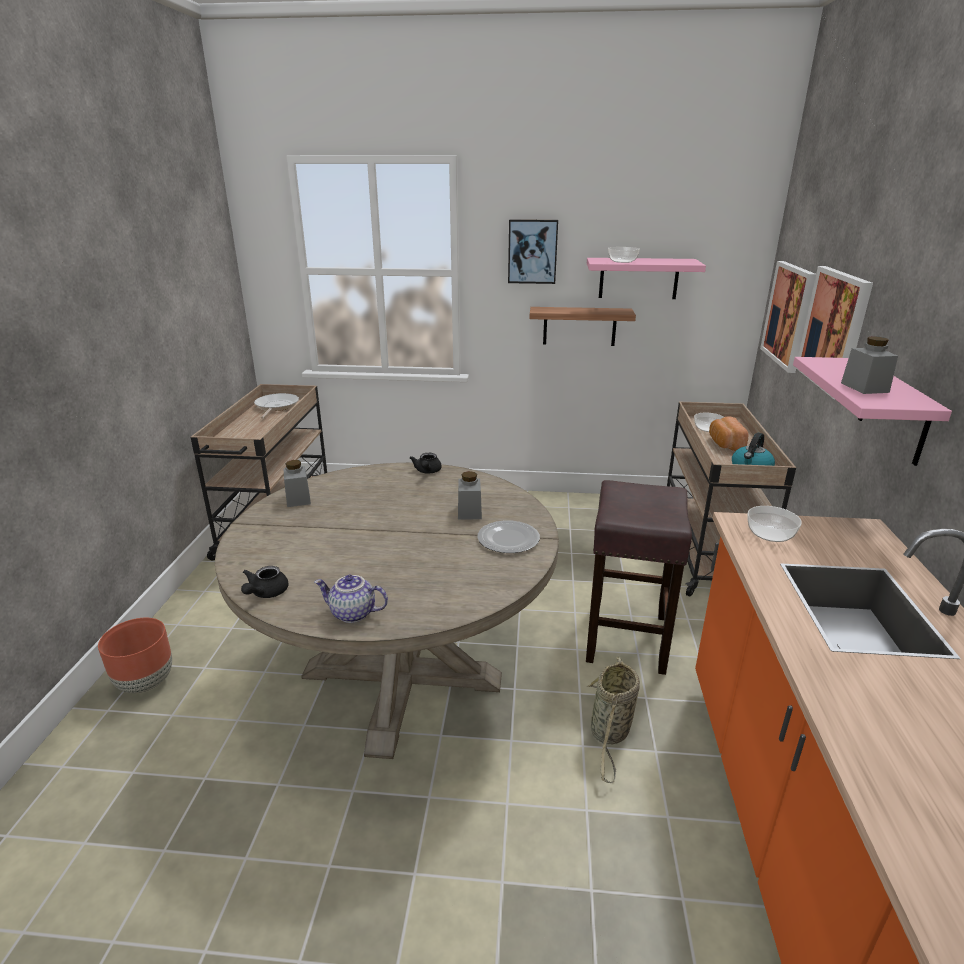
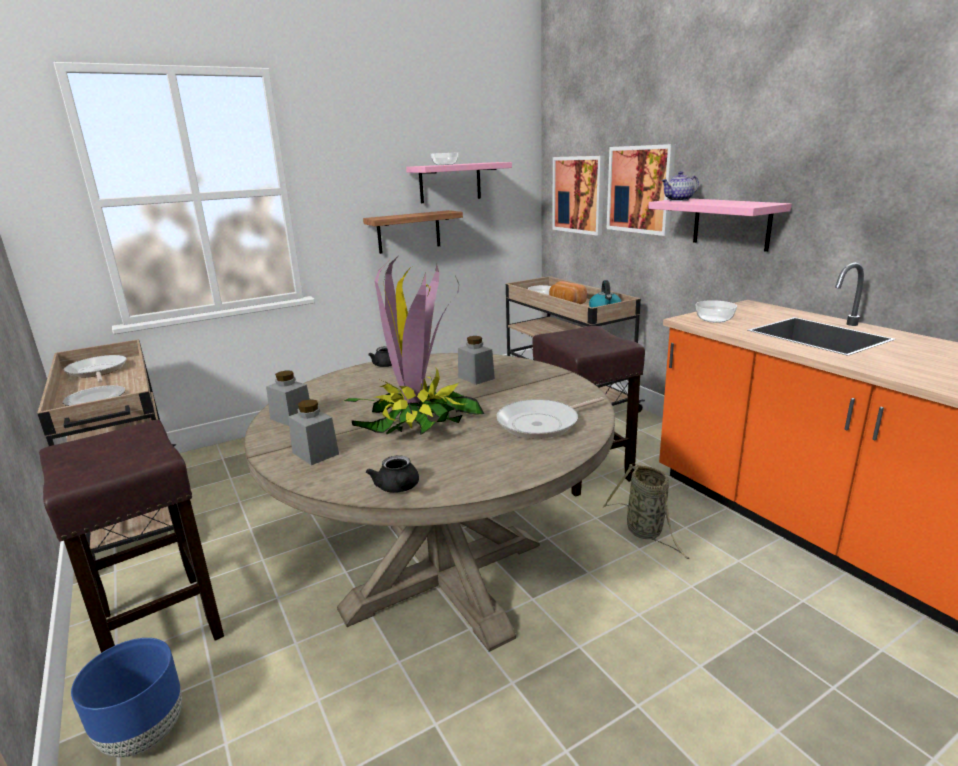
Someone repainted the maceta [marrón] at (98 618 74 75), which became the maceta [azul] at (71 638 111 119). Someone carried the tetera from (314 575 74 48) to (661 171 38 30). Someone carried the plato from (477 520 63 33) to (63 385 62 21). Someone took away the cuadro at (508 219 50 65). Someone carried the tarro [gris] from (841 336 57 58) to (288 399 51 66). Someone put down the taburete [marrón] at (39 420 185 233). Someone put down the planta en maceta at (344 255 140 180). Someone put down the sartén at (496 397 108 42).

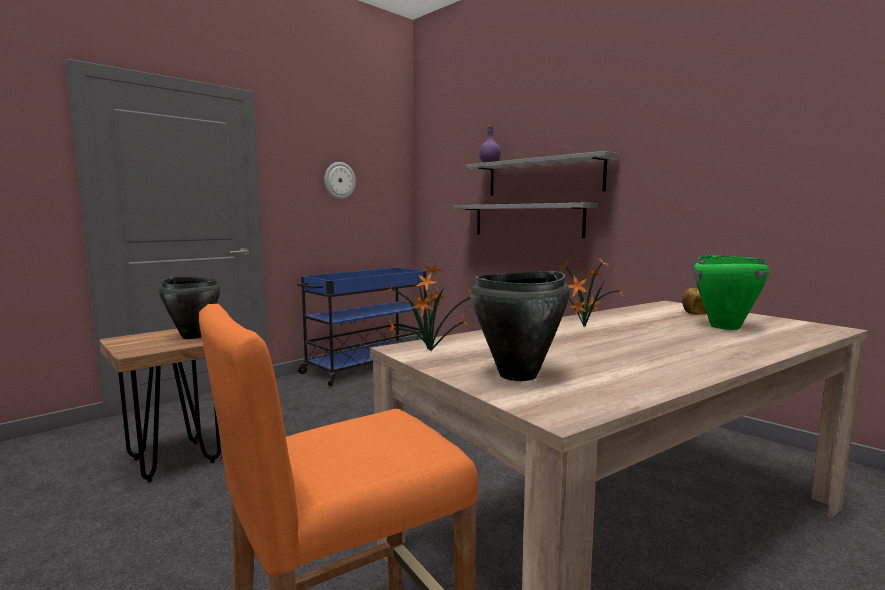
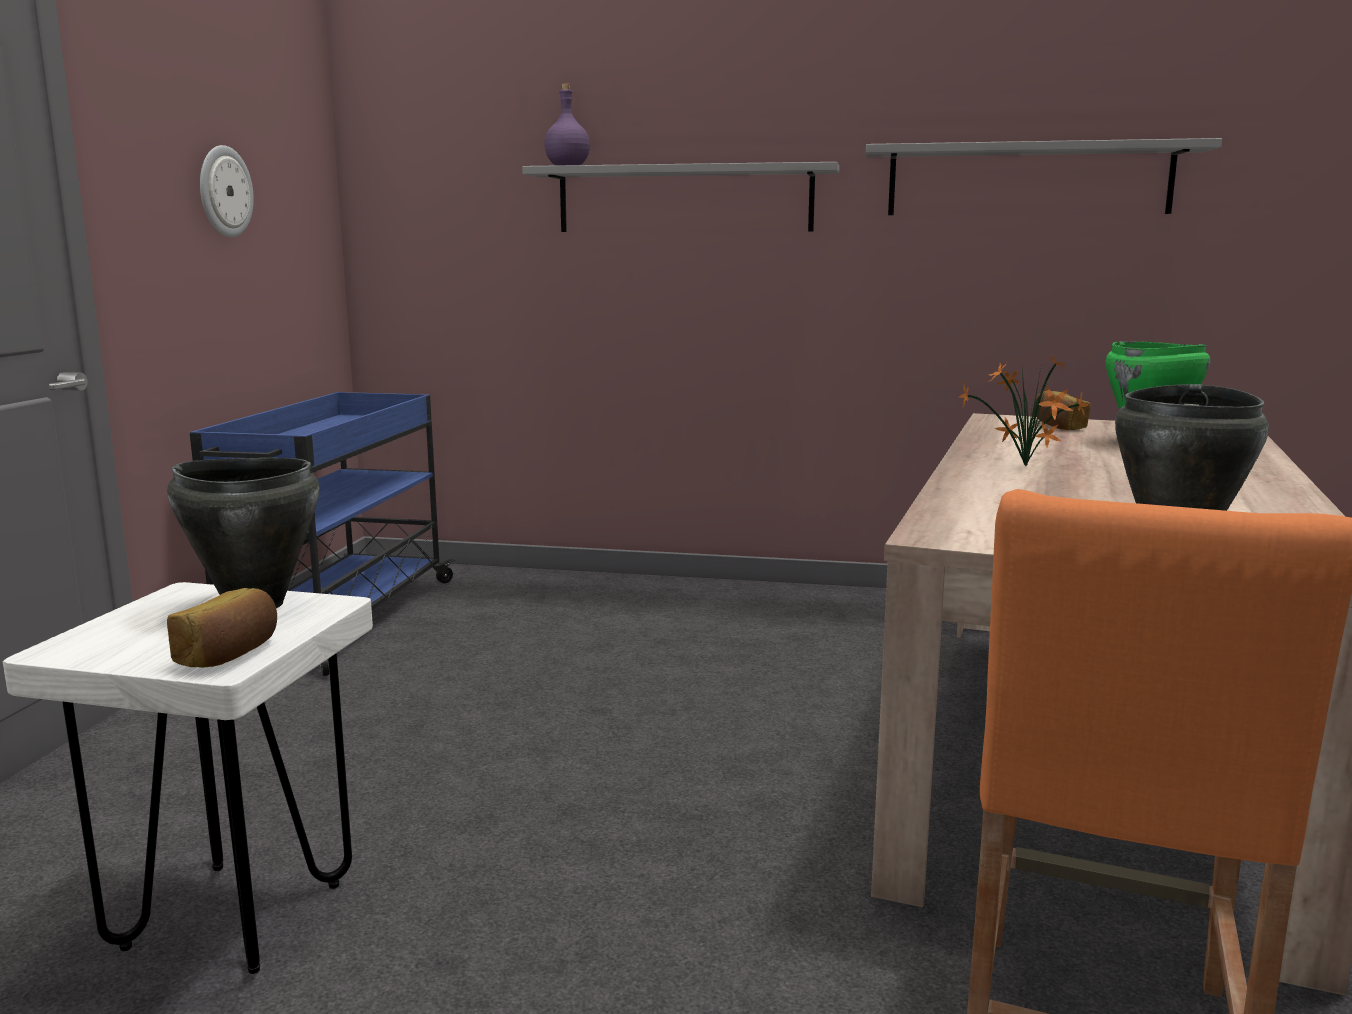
Someone repainted the taburete [marrón] at (99 329 122 153), which became the taburete [blanco] at (3 582 370 392). Someone took away the planta en maceta at (386 264 85 87). Someone carried the estante [gris] from (454 203 144 35) to (866 138 356 77). Someone put down the pan at (167 588 110 80).

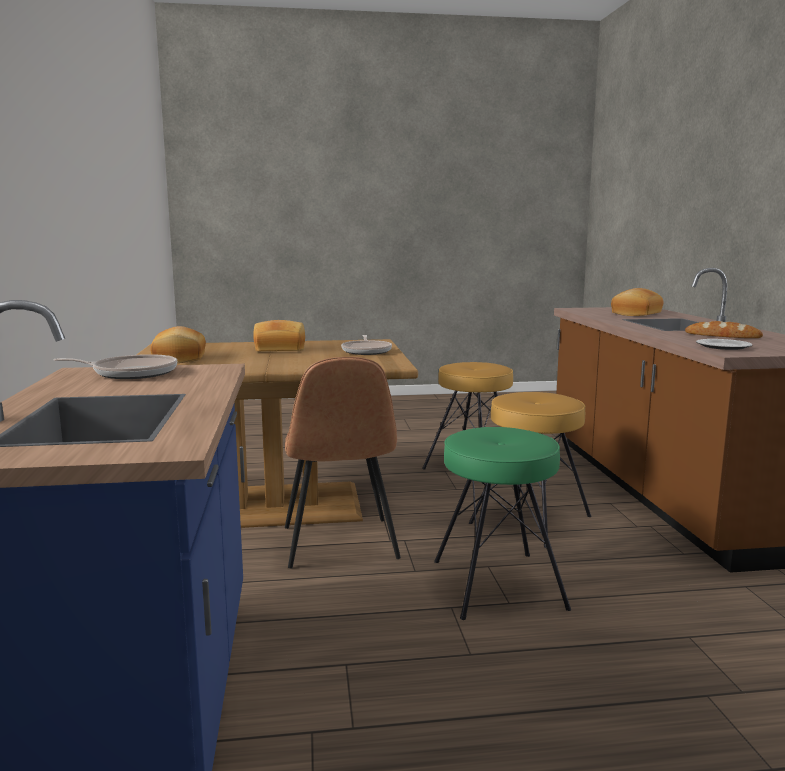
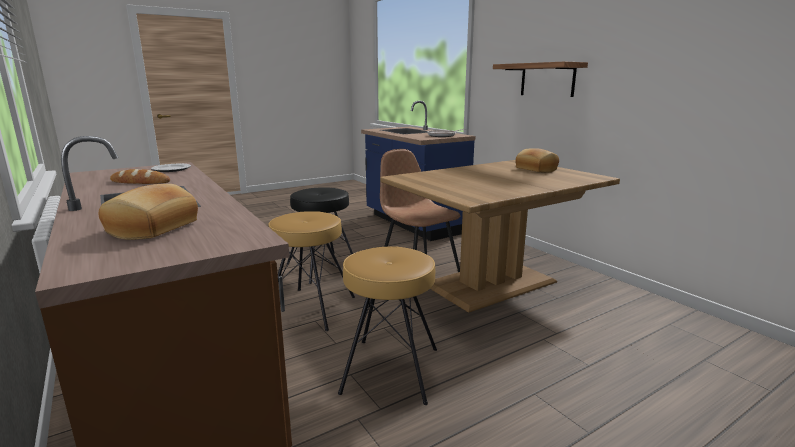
Someone took away the pan at (253 320 52 31). Someone took away the sartén at (341 335 51 20). Someone repainted the taburete [verde] at (434 427 137 193), which became the taburete [negro] at (287 187 66 97). Someone put up the estante at (493 62 95 35).

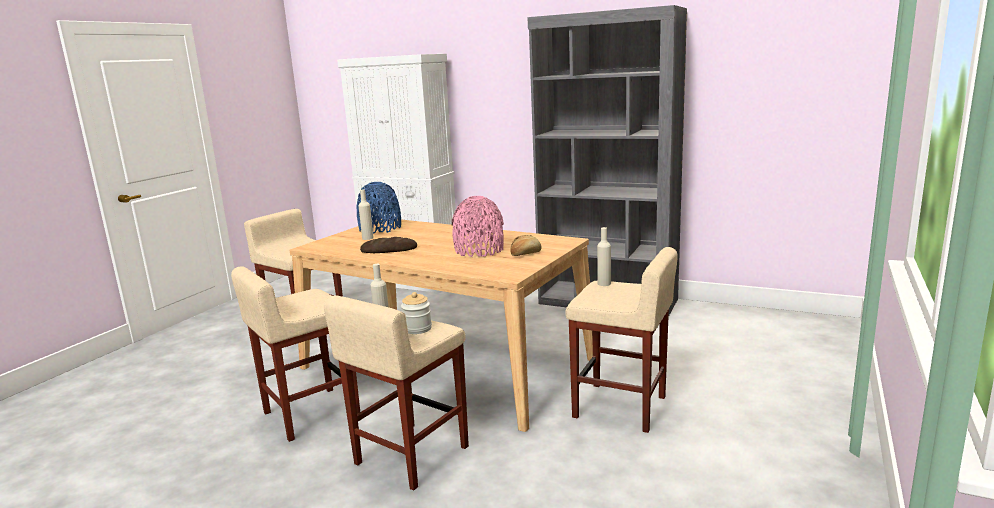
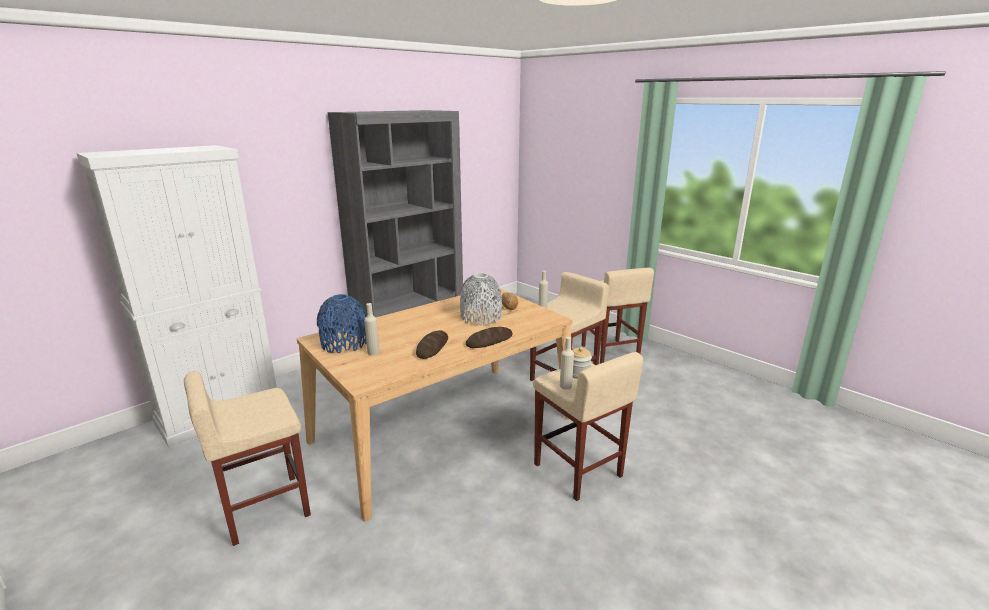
Someone carried the taburete [beis] from (231 266 129 176) to (582 268 72 96). Someone repainted the florero [rosa] at (452 196 52 61), which became the florero [gris] at (460 273 42 52). Someone put down the pan at (466 327 47 21).

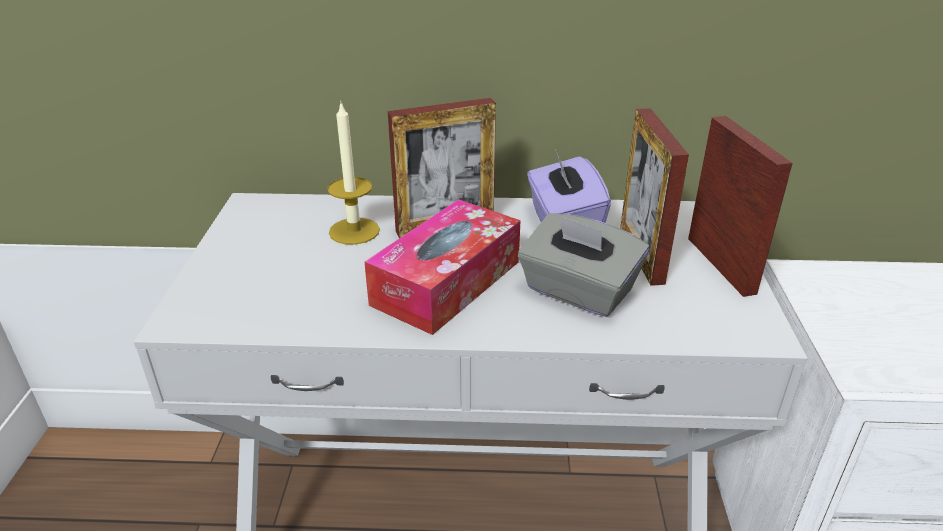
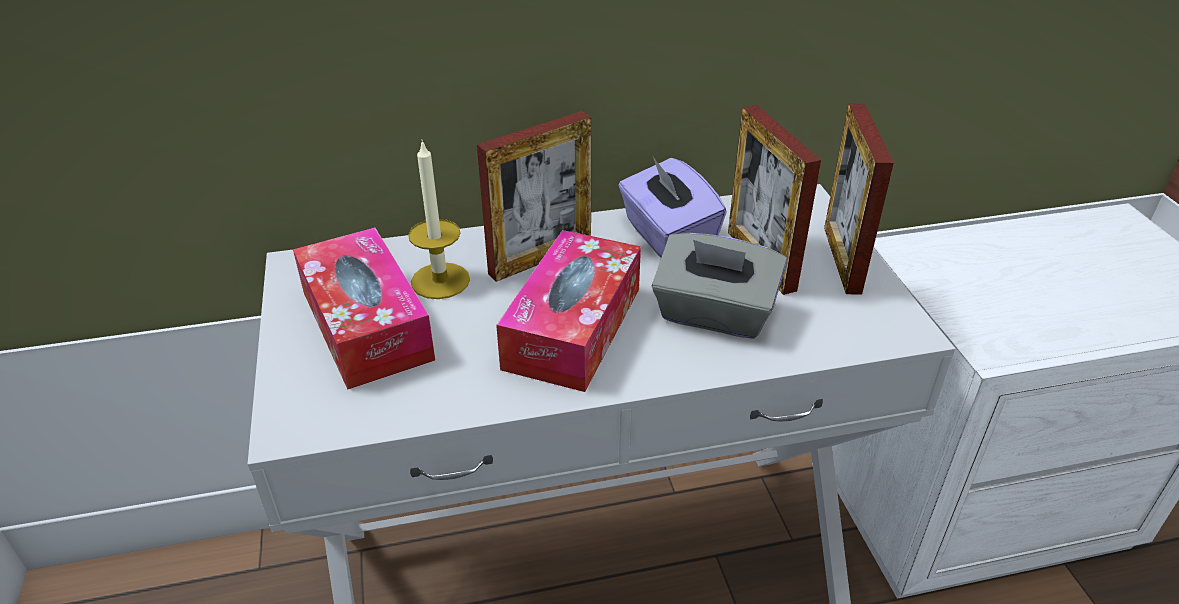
Someone rotated the portarretratos at (688 116 105 181) by 150 degrees counterclockwise. Someone put down the caja de pañuelos at (293 228 142 162).

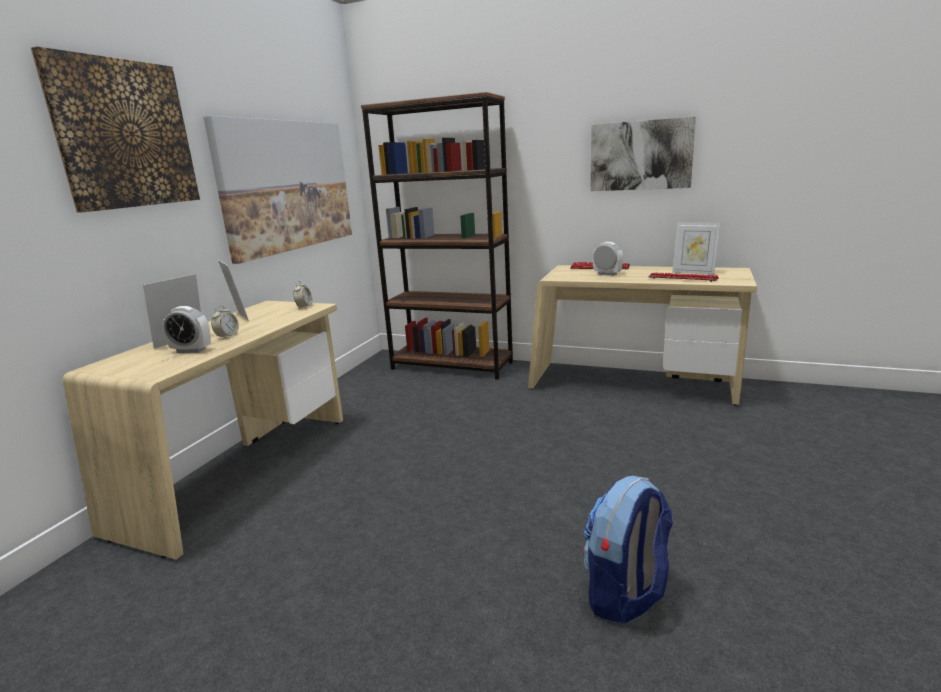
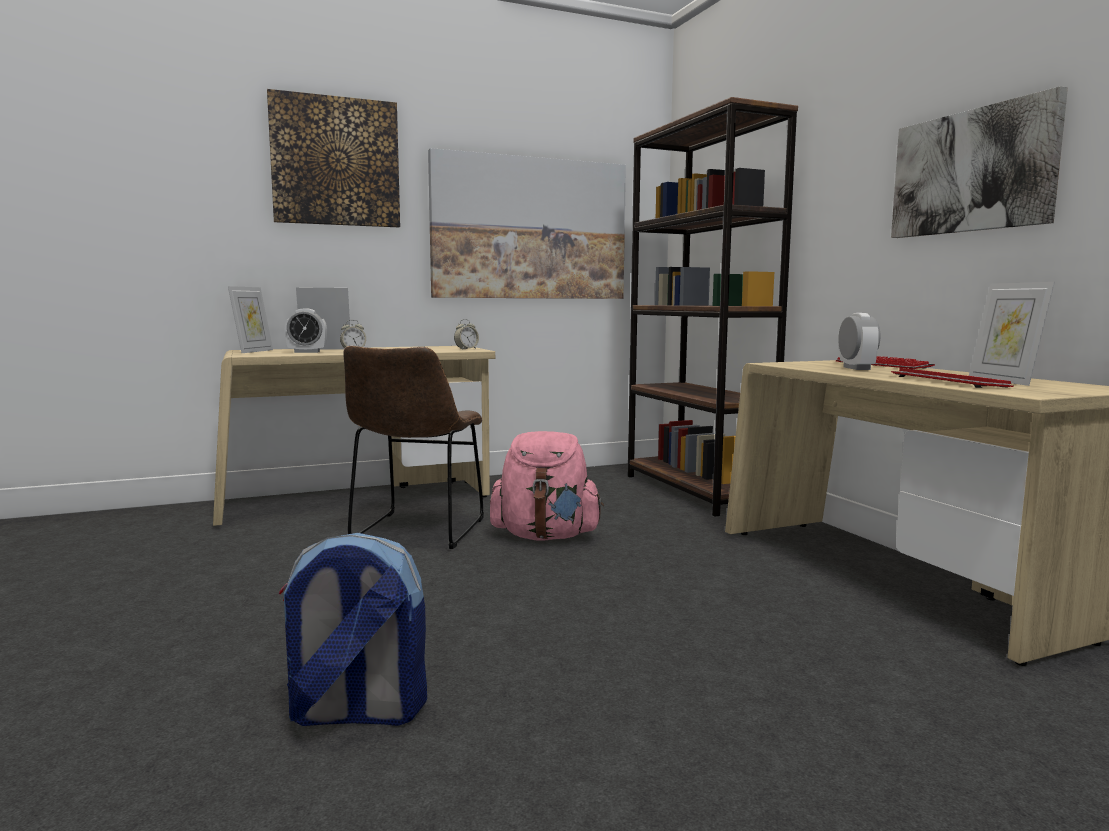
Someone rotated the despertador at (162 306 49 47) by 60 degrees counterclockwise. Someone carried the portarretratos from (218 260 31 61) to (228 286 45 67). Someone put down the silla [marrón] at (343 346 141 203). Someone put down the mochila [rosa] at (490 431 114 109).

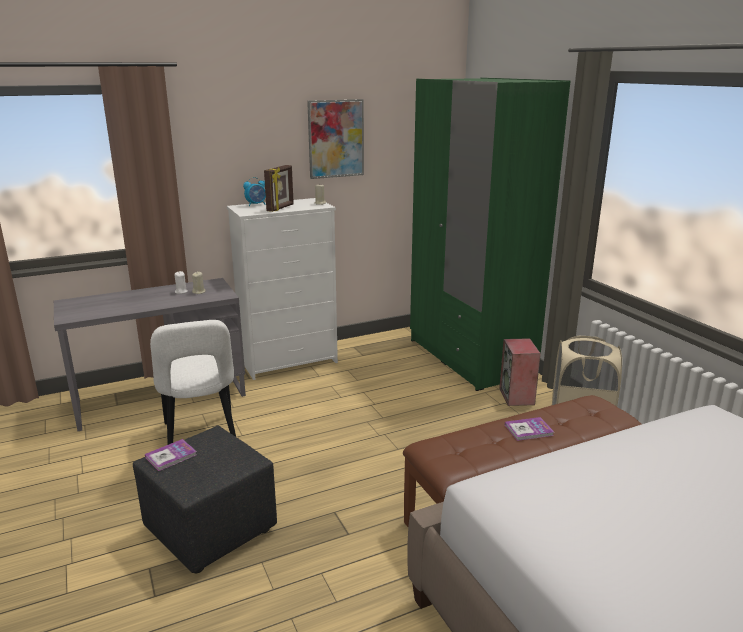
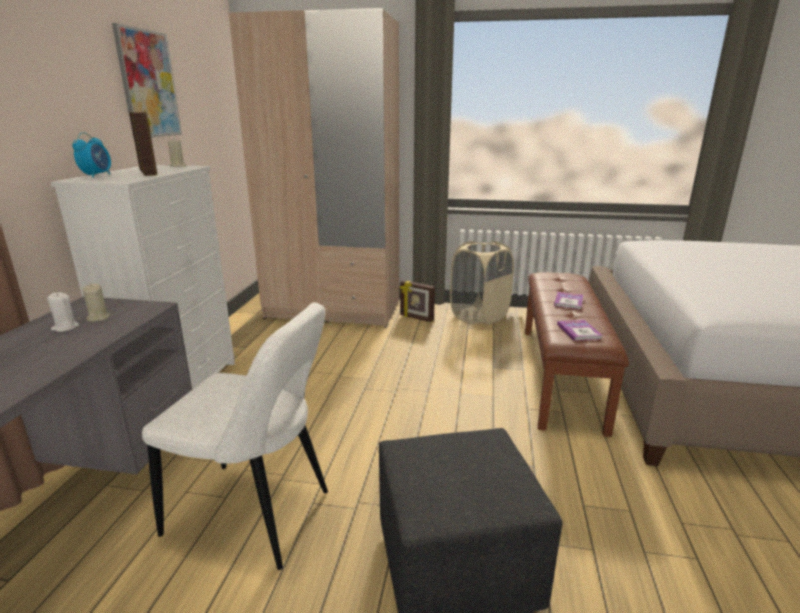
Someone carried the libro from (145 439 52 32) to (557 320 45 21). Someone repainted the armario ropero [verde] at (410 78 160 313), which became the armario ropero [beis] at (229 8 170 320). Someone swapped the altavoz at (499 338 42 68) for the portarretratos at (400 280 35 42).

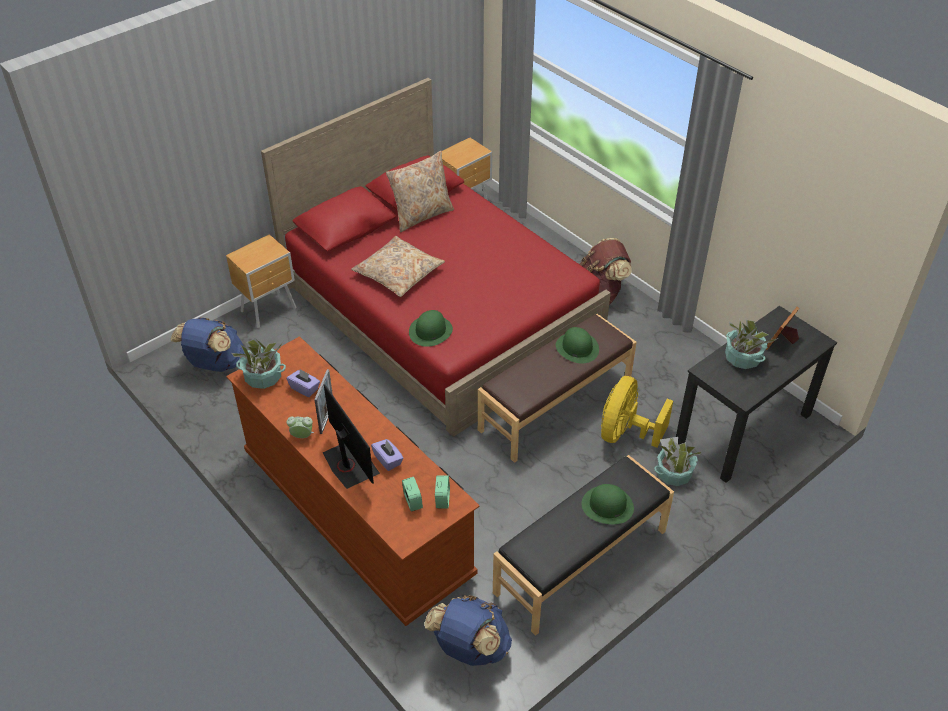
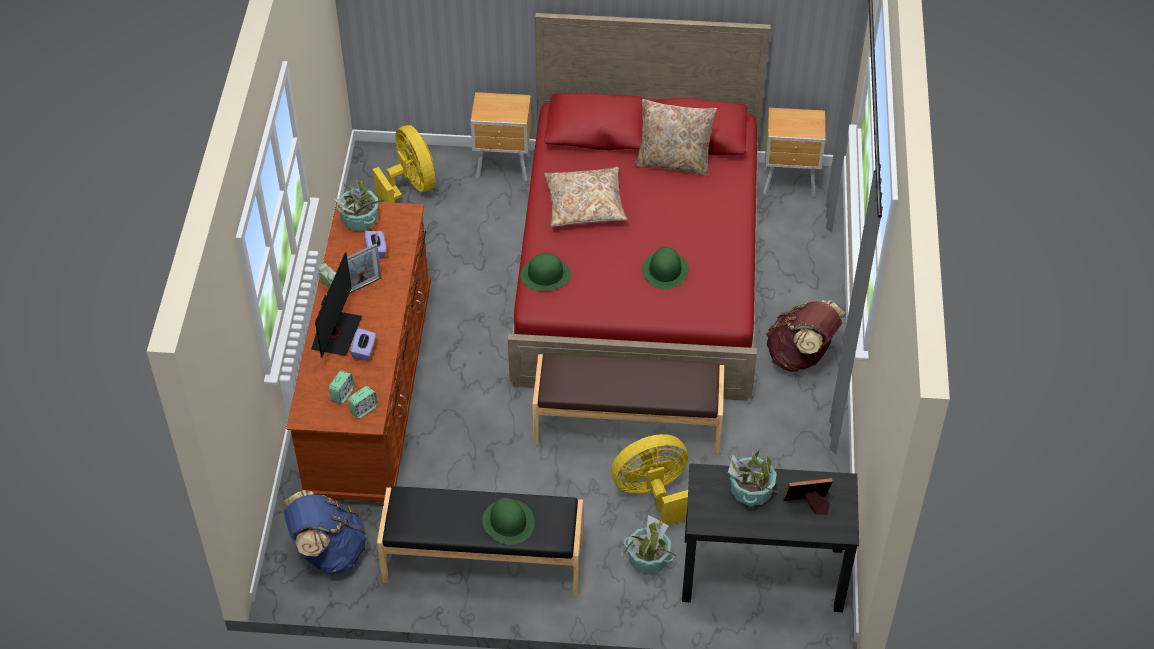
Someone swapped the mochila [azul] at (171 317 74 55) for the ventilador [amarillo] at (373 125 62 78). Someone carried the sombrero [verde] from (556 327 43 36) to (642 247 47 42).

